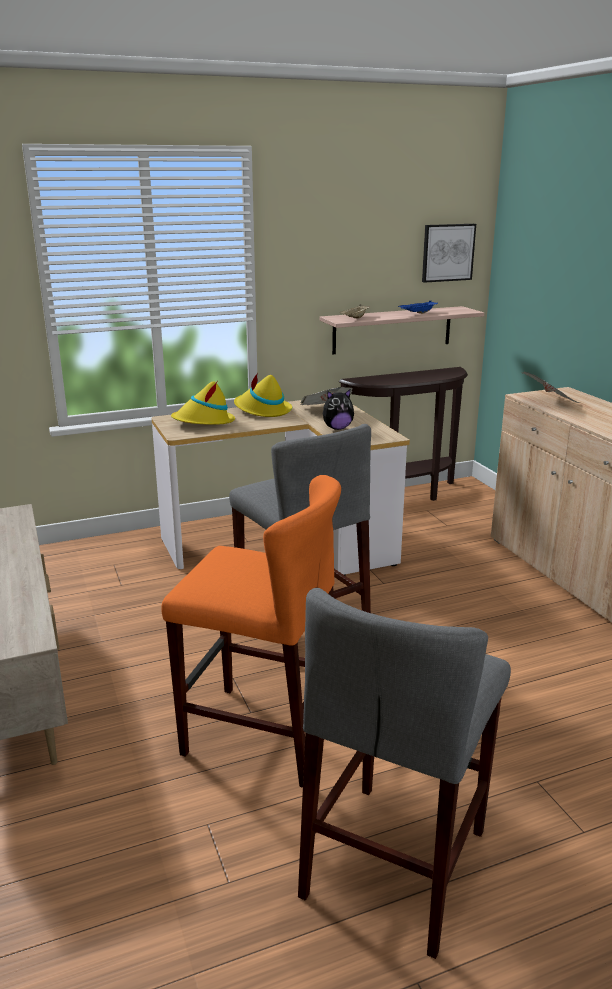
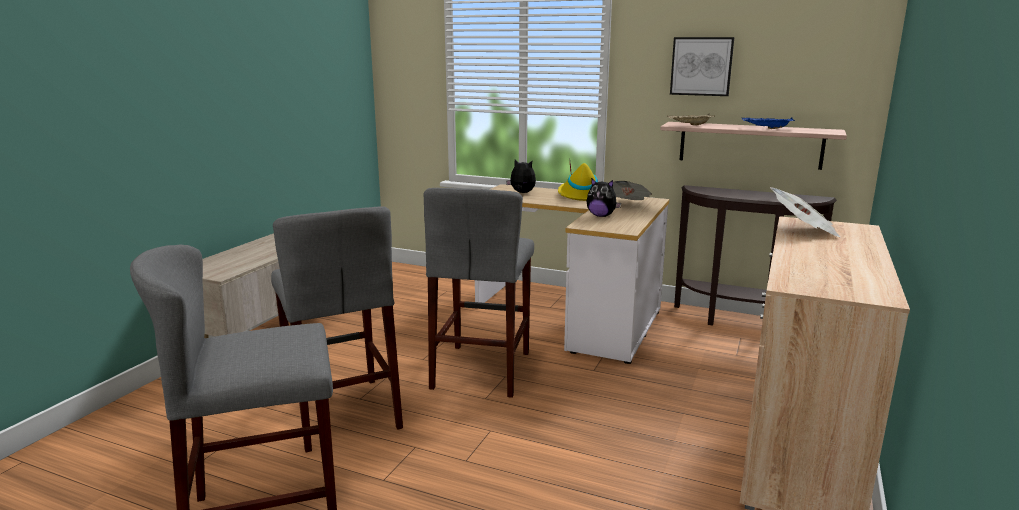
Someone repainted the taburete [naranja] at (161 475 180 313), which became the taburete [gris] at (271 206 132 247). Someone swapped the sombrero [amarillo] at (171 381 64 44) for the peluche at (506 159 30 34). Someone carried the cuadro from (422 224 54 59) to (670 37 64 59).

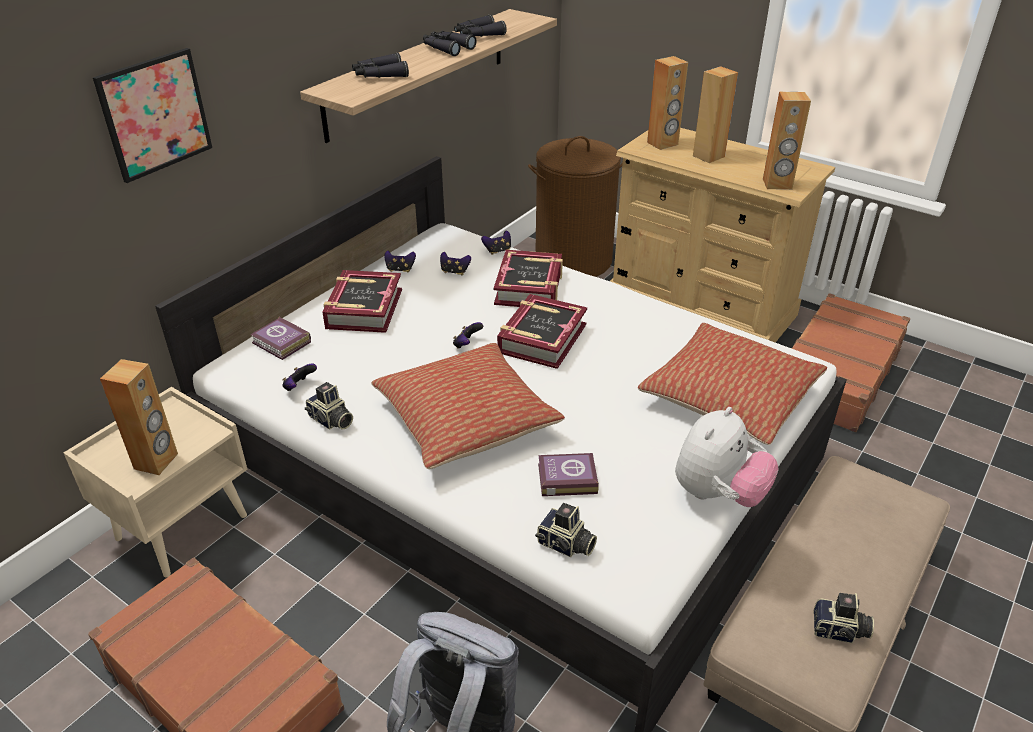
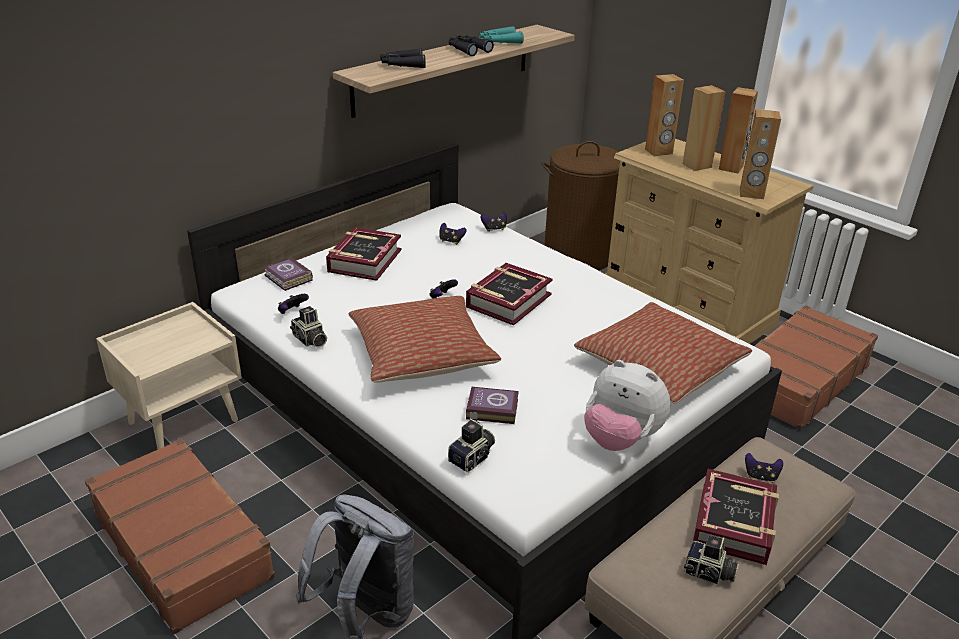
Someone took away the cuadro at (93 48 119 135). Someone carried the altavoz [marrón] from (100 359 78 116) to (719 87 39 86). Someone carried the mando de consola from (384 251 32 22) to (745 453 38 29). Someone repainted the prismáticos [negro] at (454 15 53 22), which became the prismáticos [turquesa] at (479 26 45 18). Someone carried the libro from (494 250 69 57) to (693 469 86 96). Someone rotated the cámara at (535 503 62 54) by 90 degrees counterclockwise. Someone rotated the peluche at (675 407 104 100) by 75 degrees clockwise.

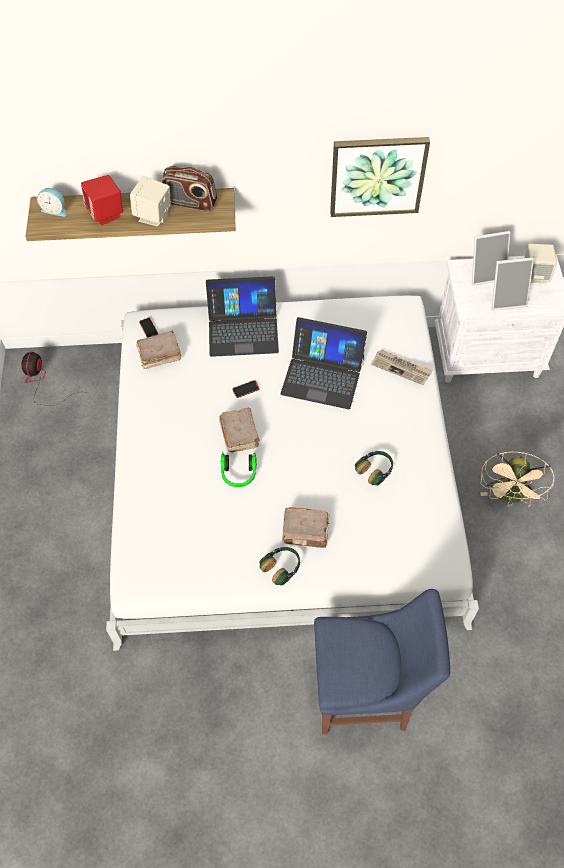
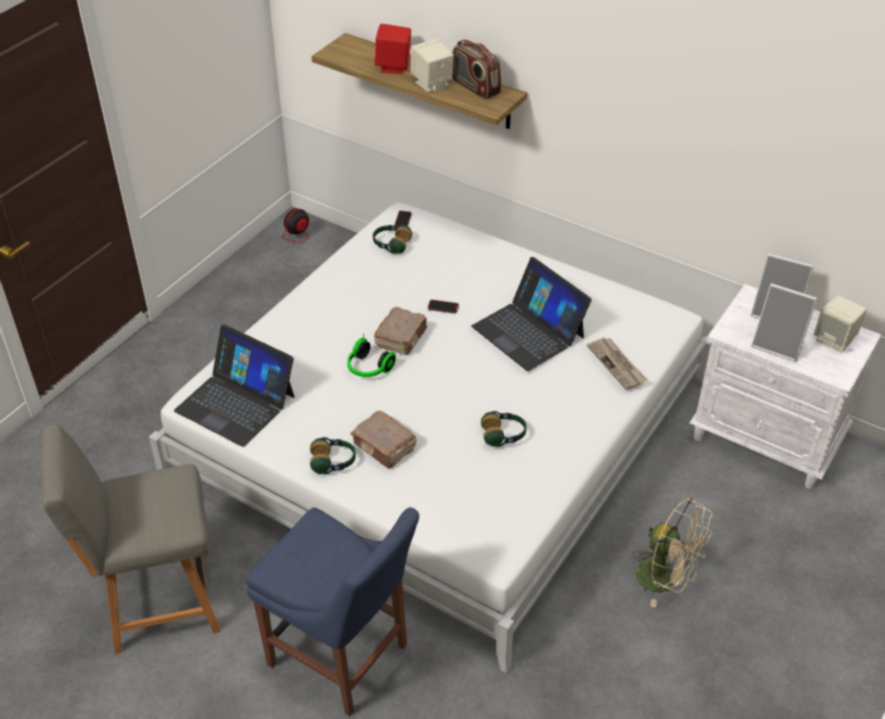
Someone took away the despertador at (37 188 30 29). Someone swapped the libro [marrón] at (136 331 45 38) for the auriculares at (373 224 39 30). Someone carried the portátil from (206 276 73 81) to (174 324 120 123). Someone took away the cuadro at (330 137 100 80). Someone rotated the ventilador [beis] at (480 452 75 56) by 105 degrees counterclockwise. Someone put down the silla [gris] at (42 424 178 230).

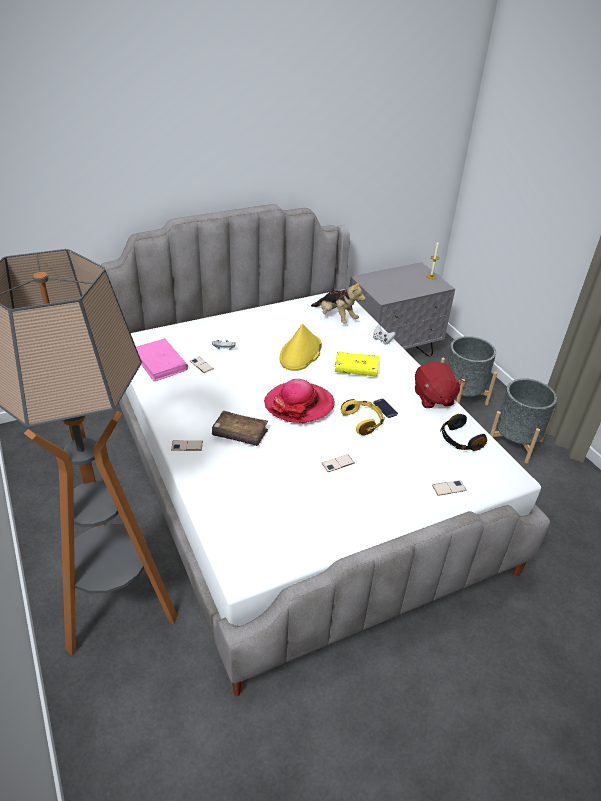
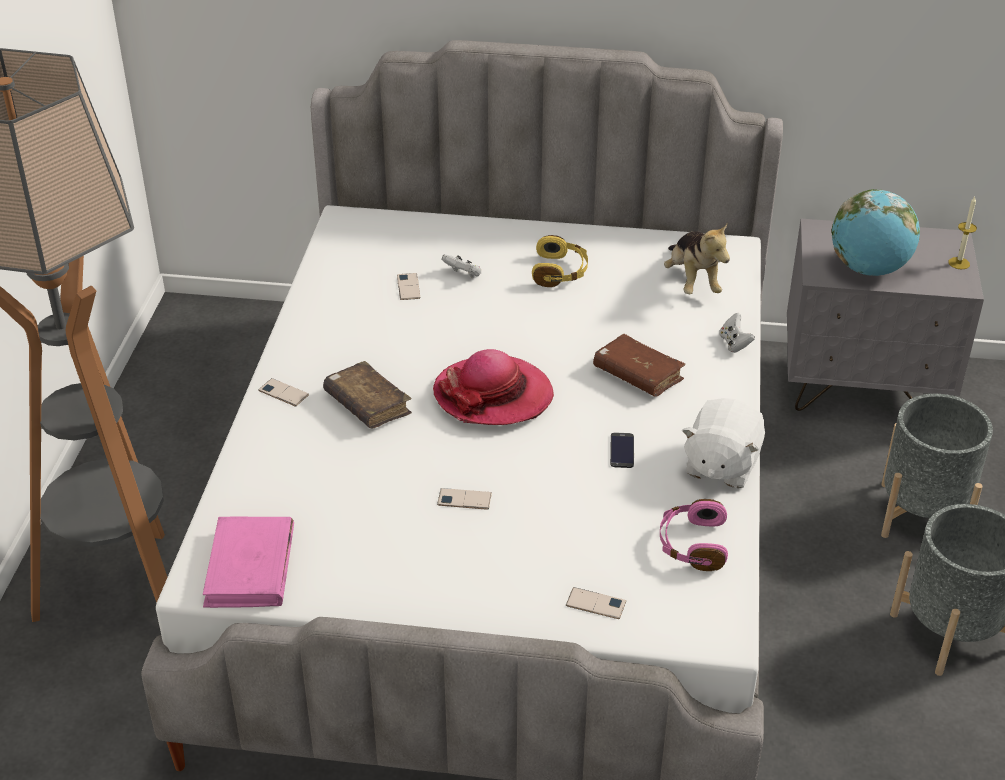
Someone carried the libro [rosa] from (136 338 52 43) to (203 517 91 91). Someone took away the sombrero [amarillo] at (280 324 42 47). Someone repainted the libro [amarillo] at (335 351 44 26), which became the libro [marrón] at (593 334 93 63). Someone carried the auriculares [amarillo] from (341 399 44 36) to (532 235 56 52). Someone repainted the peluche [rojo] at (415 362 49 46), which became the peluche [blanco] at (682 398 83 90). Someone repainted the auriculares [negro] at (440 414 47 37), which became the auriculares [rosa] at (660 499 68 72). Someone put down the globo terráqueo at (831 189 89 87).

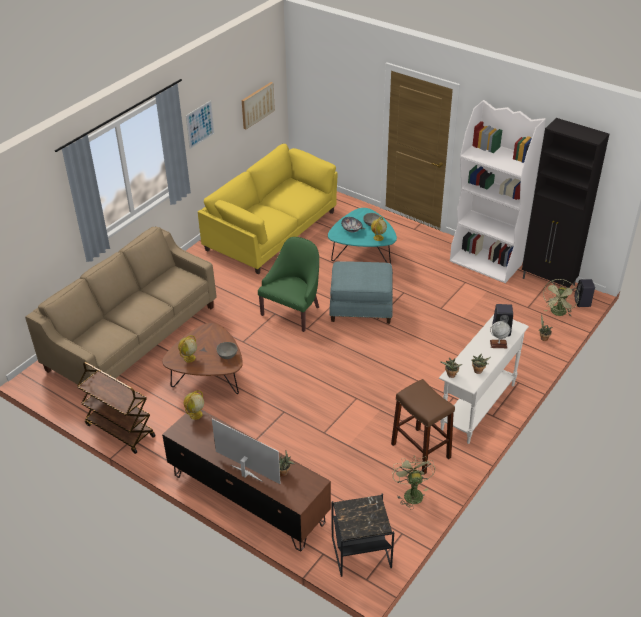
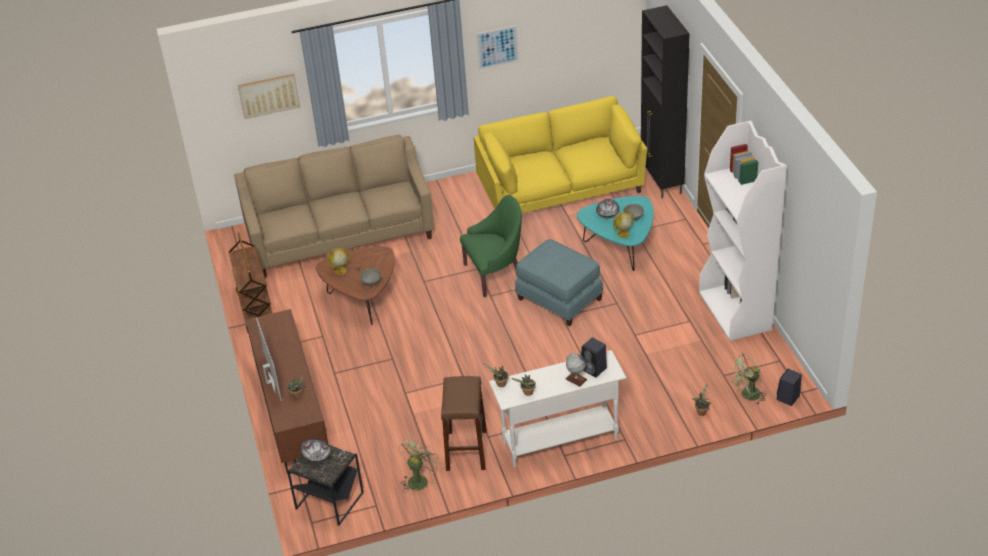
Someone took away the globo terráqueo at (184 390 20 30). Someone carried the cuadro from (242 82 33 48) to (238 74 62 45). Someone carried the armario [negro] from (522 118 87 171) to (641 5 49 193). Someone put down the cuenco at (300 439 32 23).

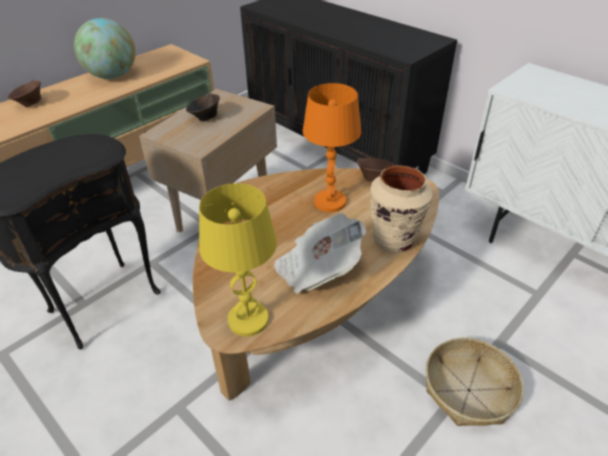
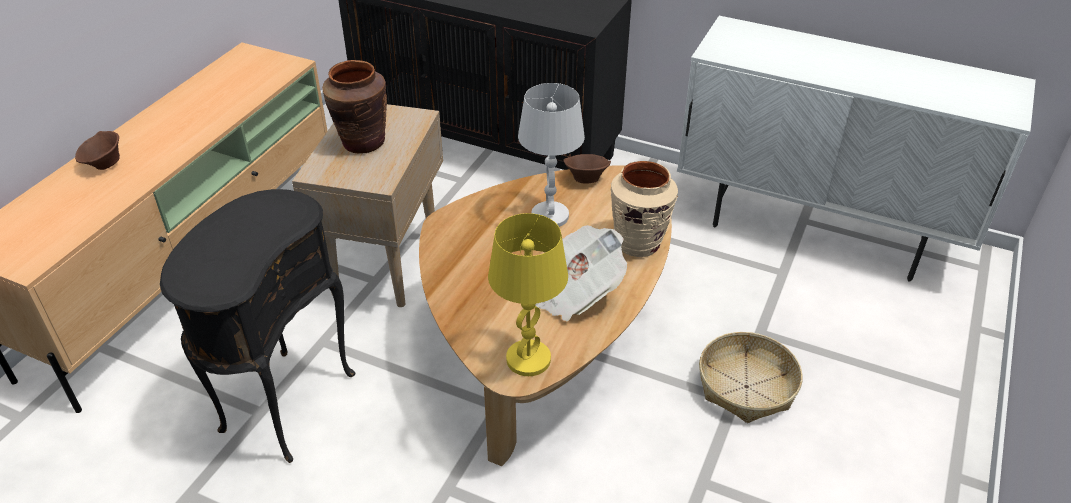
Someone took away the globo terráqueo at (74 18 62 61). Someone swapped the cuenco [marrón] at (186 93 34 28) for the florero [marrón] at (322 60 65 94). Someone repainted the lámpara de mesa [naranja] at (303 83 58 129), which became the lámpara de mesa [blanco] at (518 83 67 144).

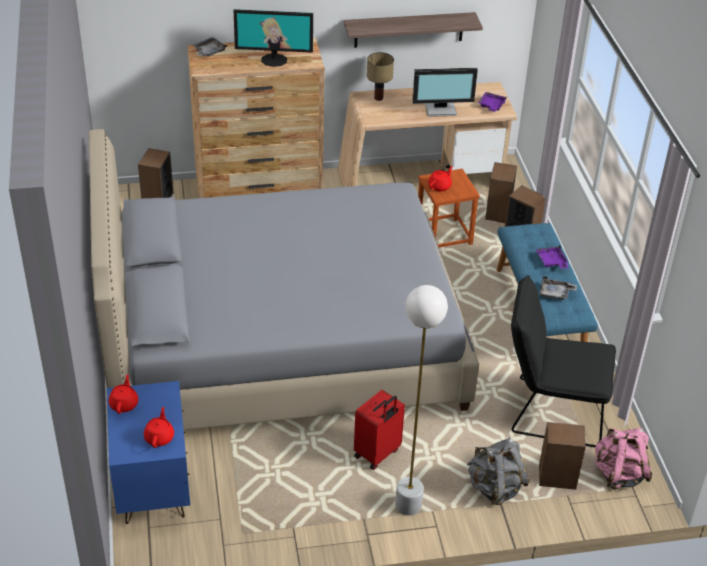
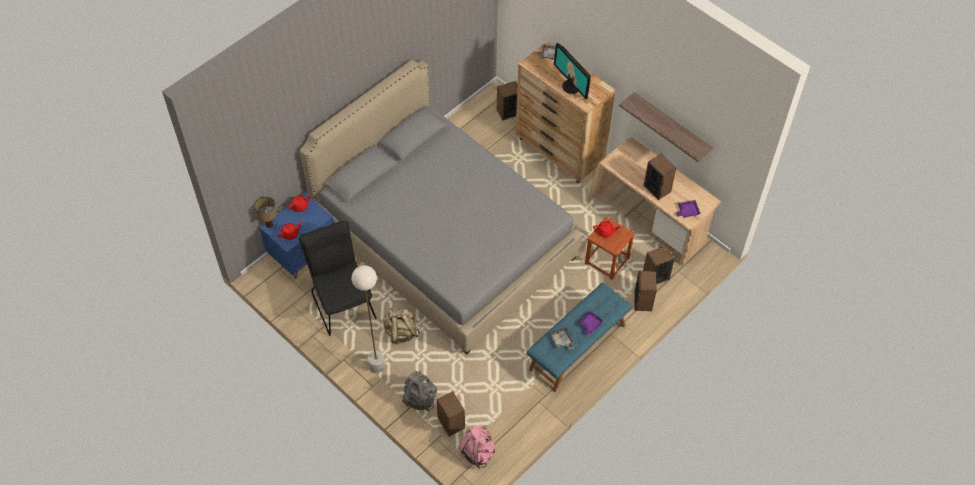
Someone swapped the maleta [rojo] at (354 390 51 80) for the mochila [beis] at (383 307 37 37). Someone carried the lámpara de mesa from (367 52 27 49) to (254 197 23 31). Someone swapped the monitor at (412 68 66 49) for the altavoz at (643 154 33 46). Someone carried the silla [negro] from (511 275 105 172) to (299 221 78 115).

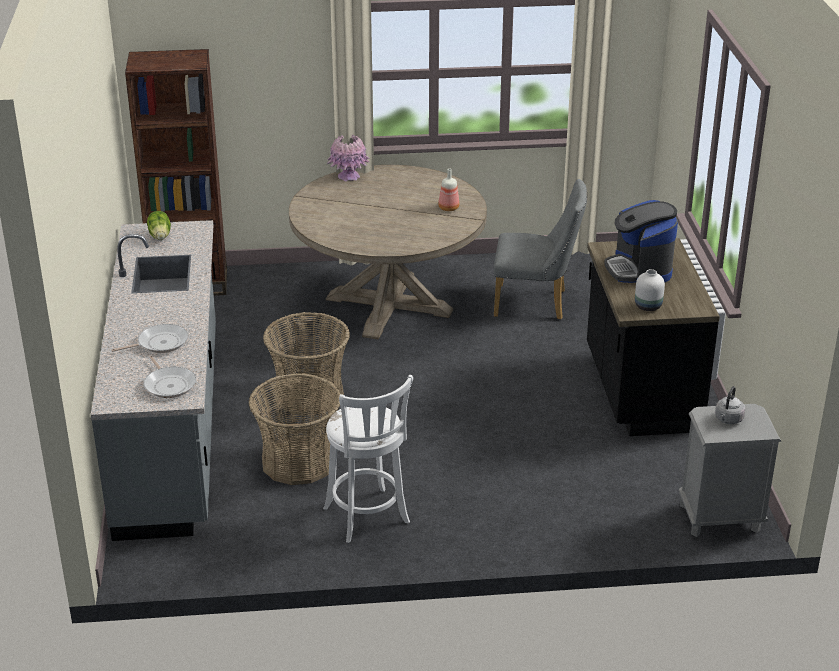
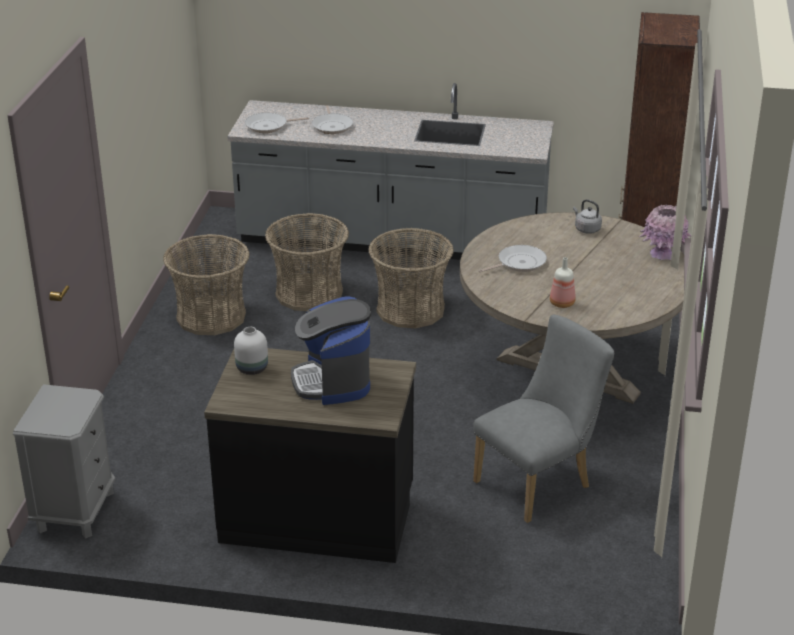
Someone took away the lechuga at (147 211 24 29). Someone swapped the taburete [blanco] at (323 375 90 168) for the cesta at (163 234 87 101). Someone rotated the silla [gris] at (494 179 93 141) by 150 degrees counterclockwise. Someone rotated the cafetera at (604 200 74 83) by 105 degrees counterclockwise. Someone carried the hervidor [gris] from (715 386 30 38) to (573 199 29 35). Someone put down the sartén at (479 245 68 27).

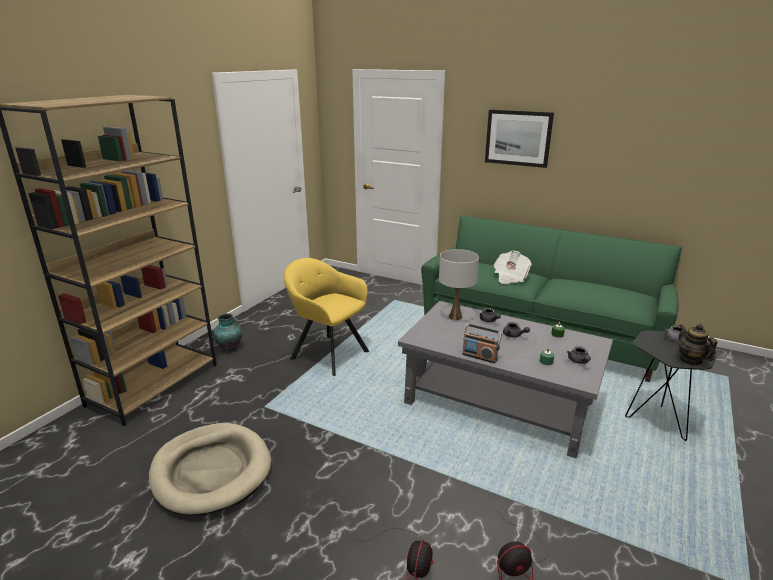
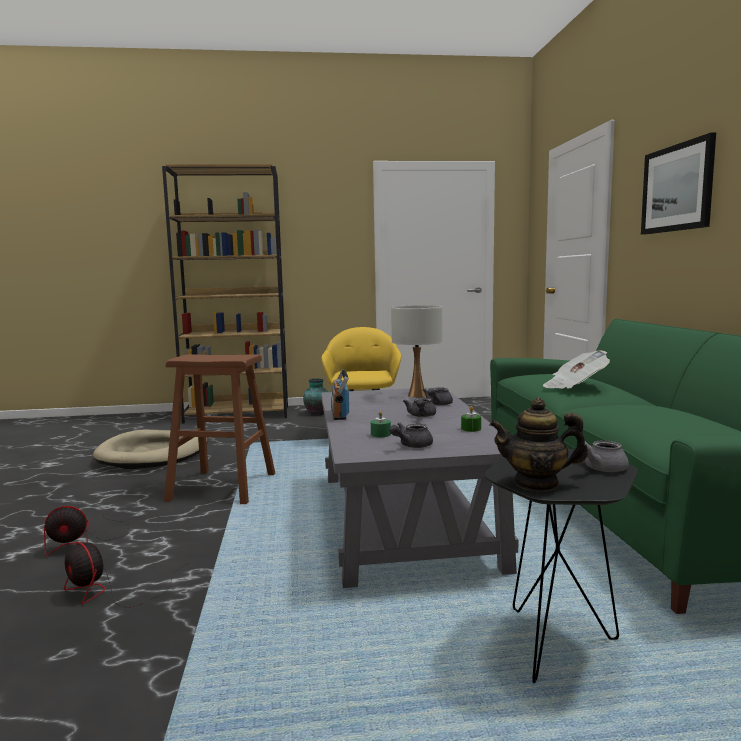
Someone rotated the tetera at (678 324 39 41) by 120 degrees counterclockwise. Someone put down the taburete [marrón] at (164 354 111 150).

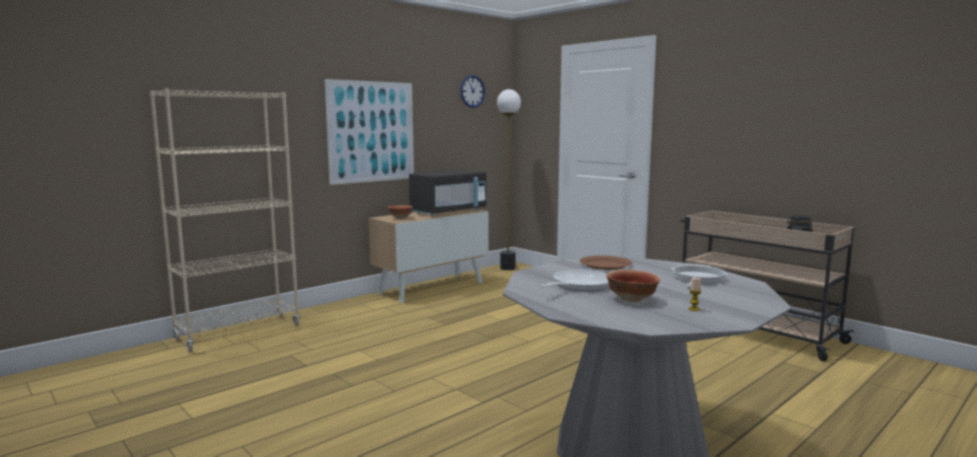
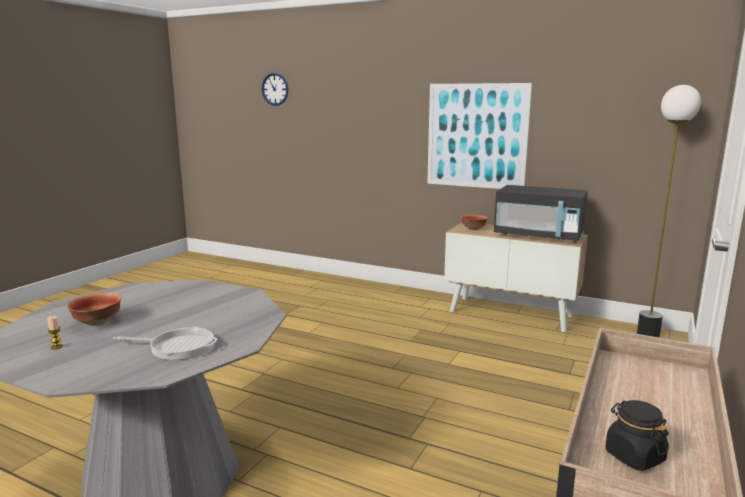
Someone took away the estantería [beis] at (150 89 150 263). Someone carried the reloj de pared from (460 75 25 33) to (262 73 26 33). Someone took away the sartén at (540 270 69 21). Someone took away the plato [marrón] at (580 255 52 15).

